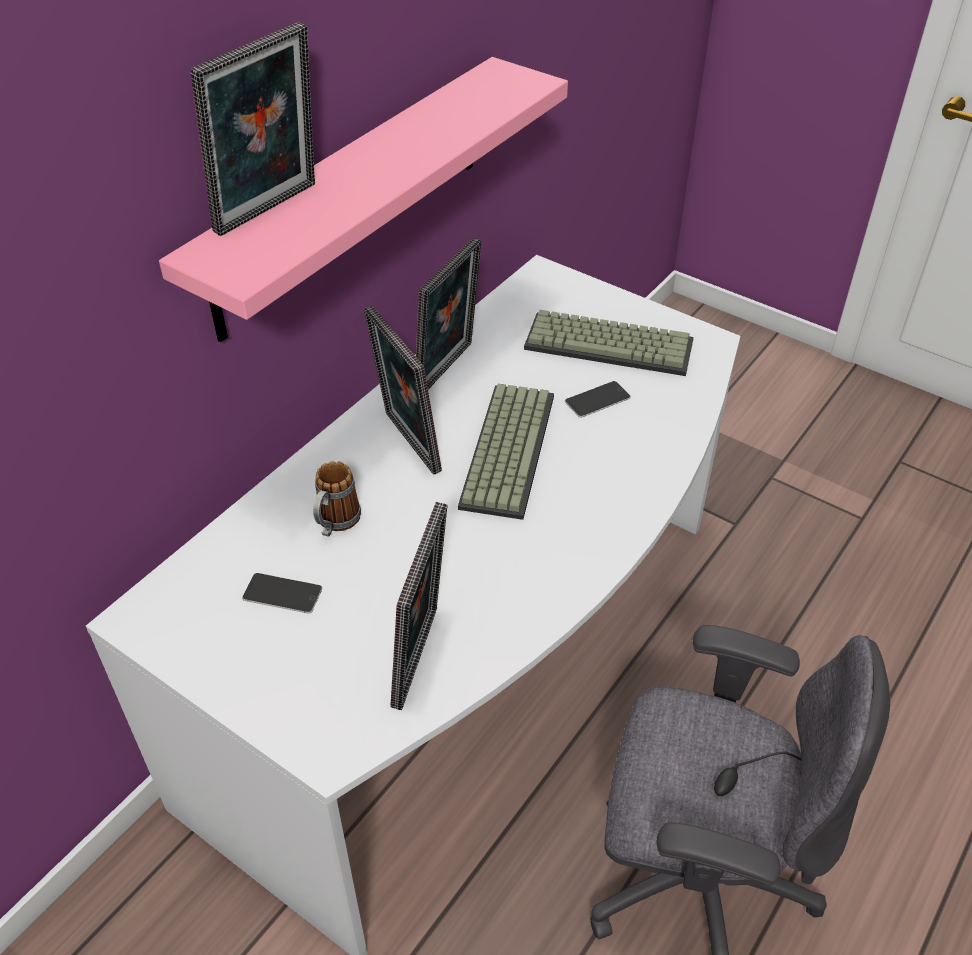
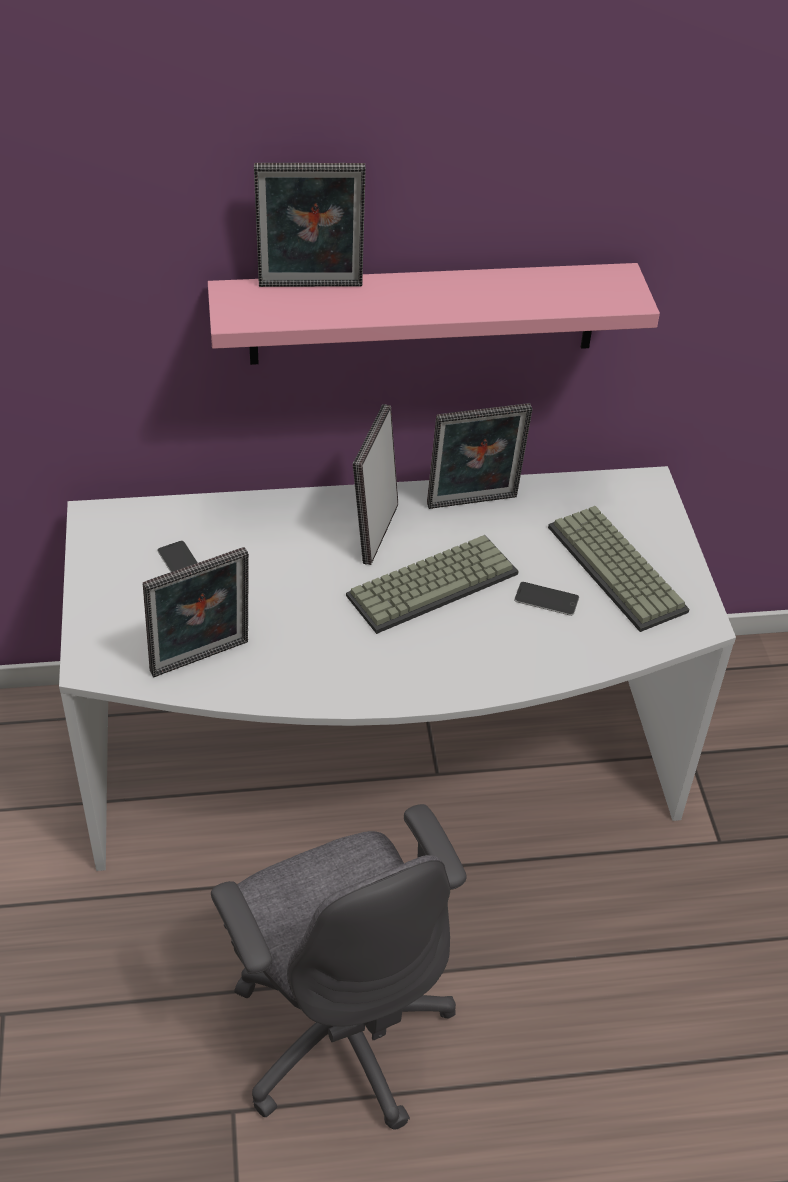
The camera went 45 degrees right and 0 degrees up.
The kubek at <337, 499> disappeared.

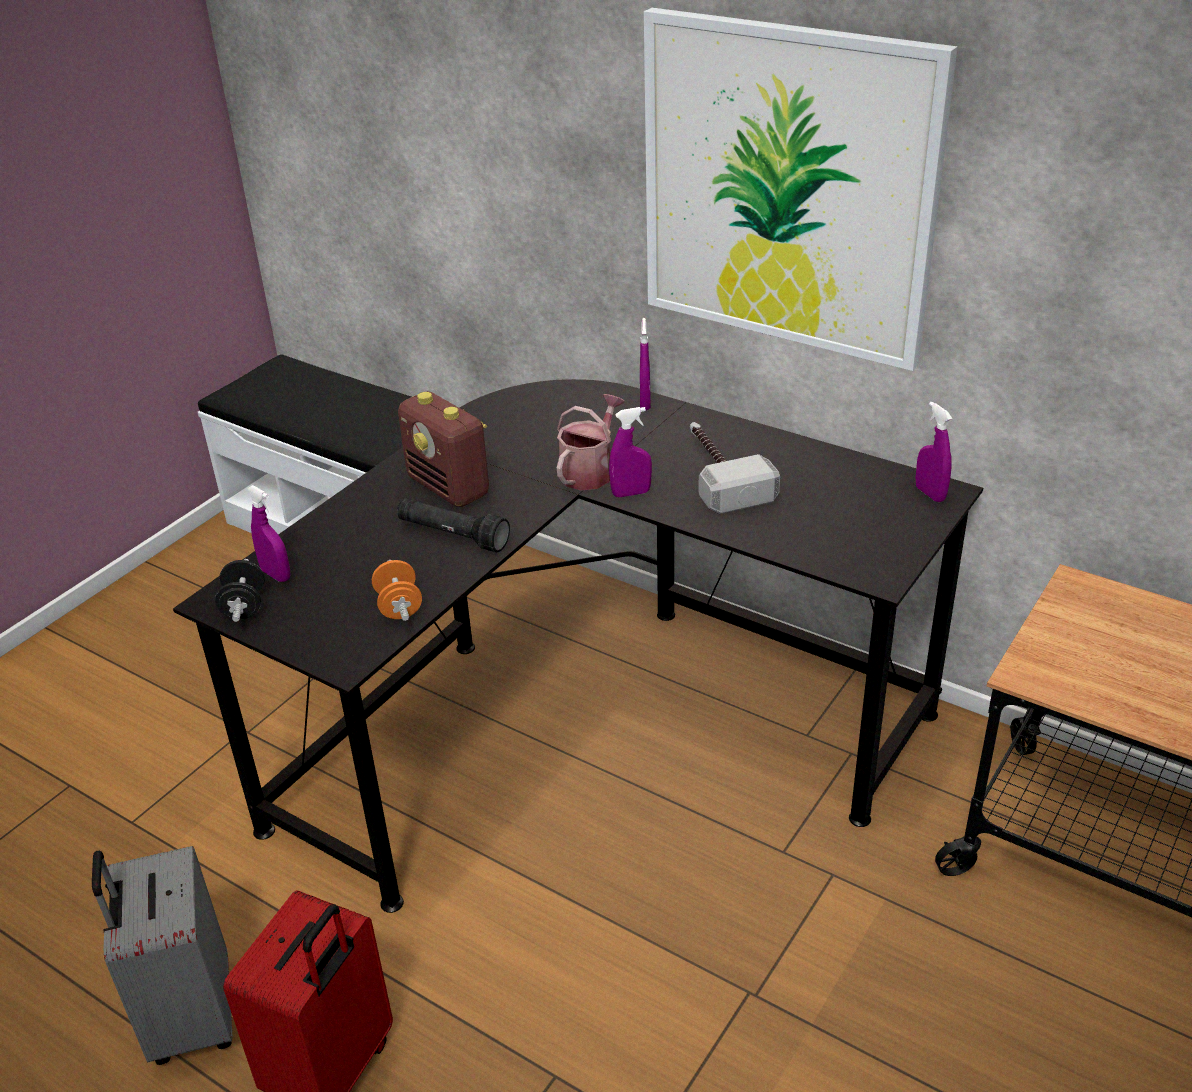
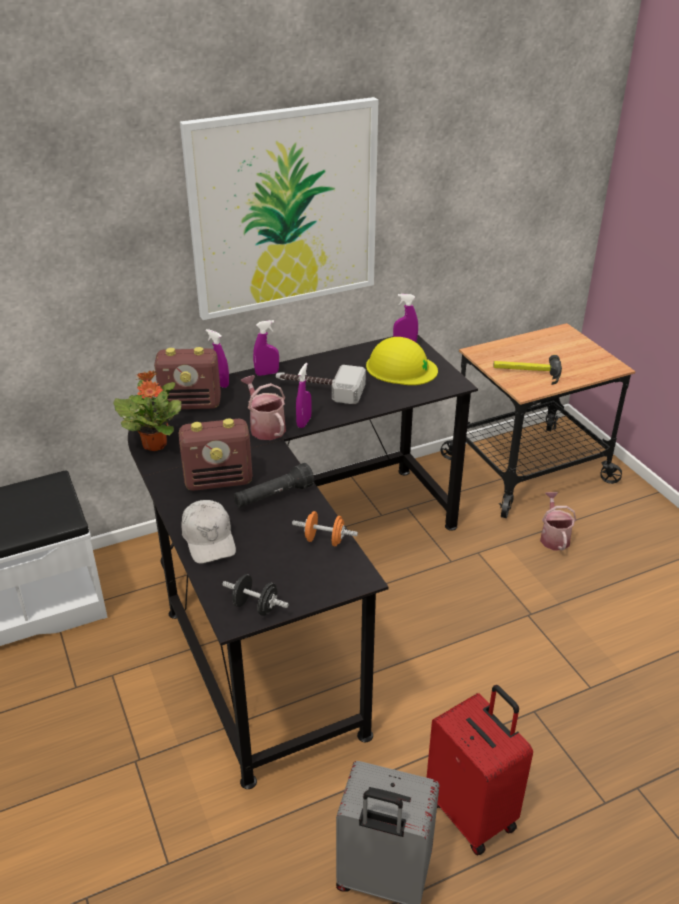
The camera went 60 degrees left and 0 degrees up.
The roślina doniczkowa at <148, 411> appeared.
The radio at <187, 378> appeared.
The czapka z daszkiem (biały) at <208, 532> appeared.
The kask (żółty) at <402, 361> appeared.
The młotek at <527, 370> appeared.
The konewka at <558, 521> appeared.
The spryskiwacz (fioletowy) moved from <268, 533> to <266, 348>.

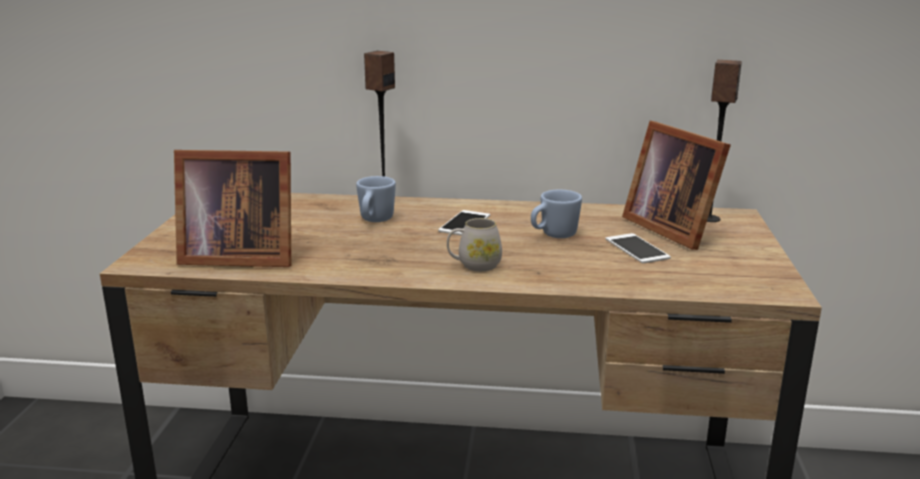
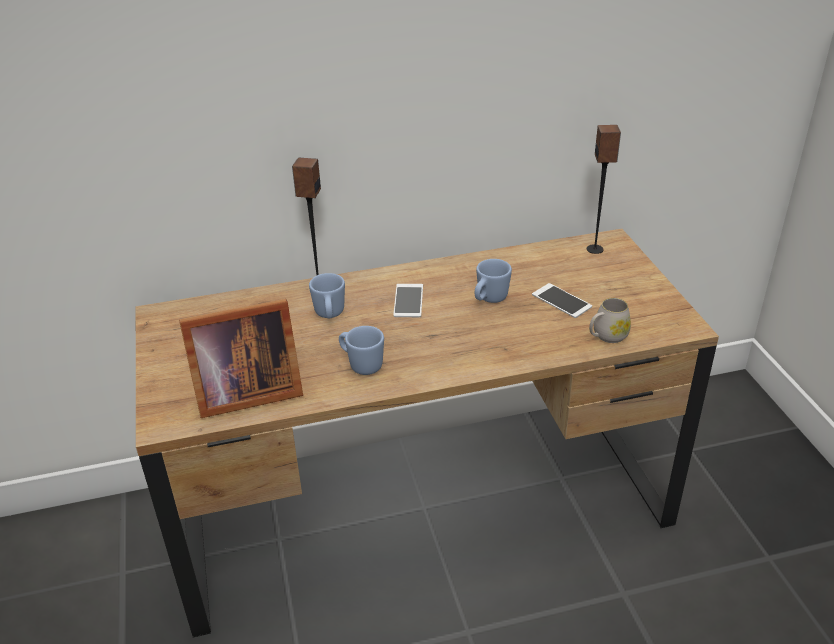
The camera went 20 degrees left and 15 degrees up.
The ramka na zdjęcie at <676, 185> disappeared.
The kubek (niebieski) at <361, 350> appeared.
The kubek (biały) moved from <474, 244> to <610, 320>.

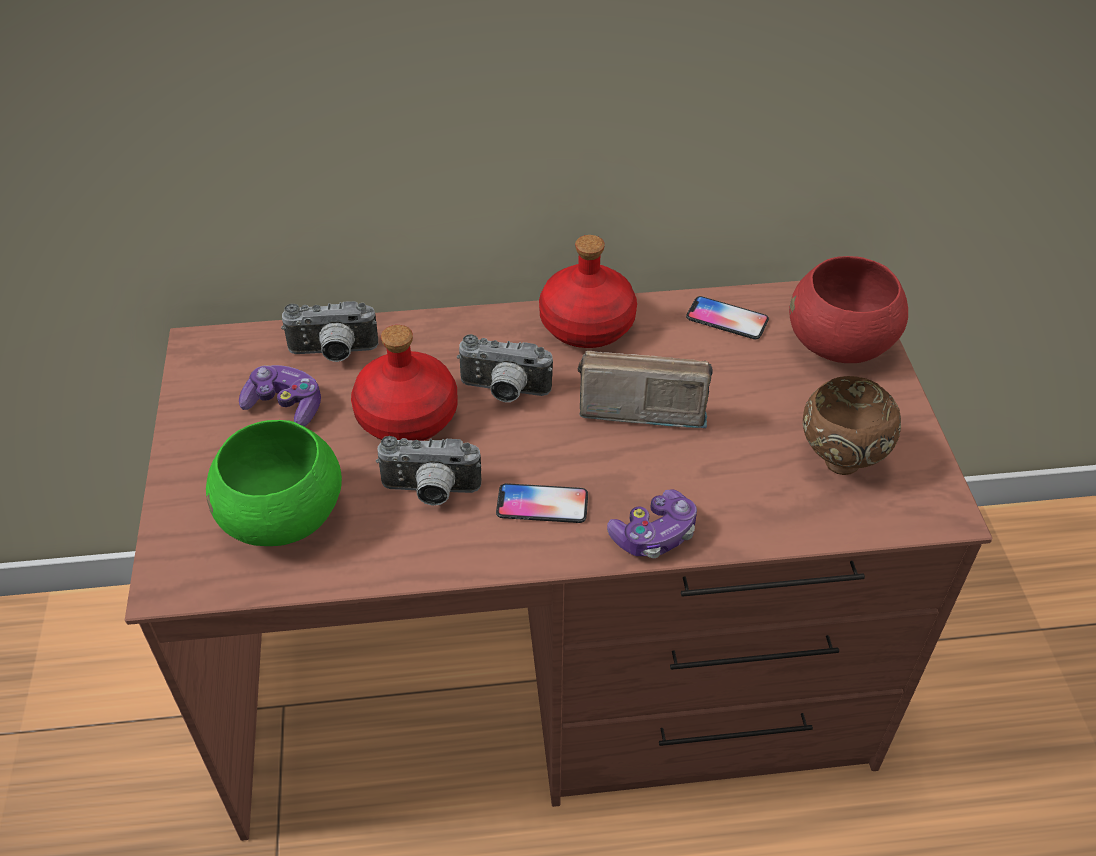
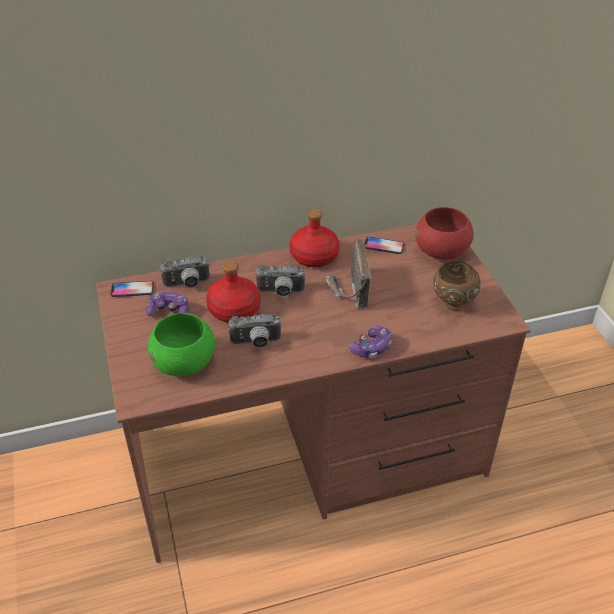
The camera went 10 degrees left and 5 degrees down.
The telefon moved from <542, 503> to <132, 289>.
The radio at <645, 389> turned 90 degrees counterclockwise.

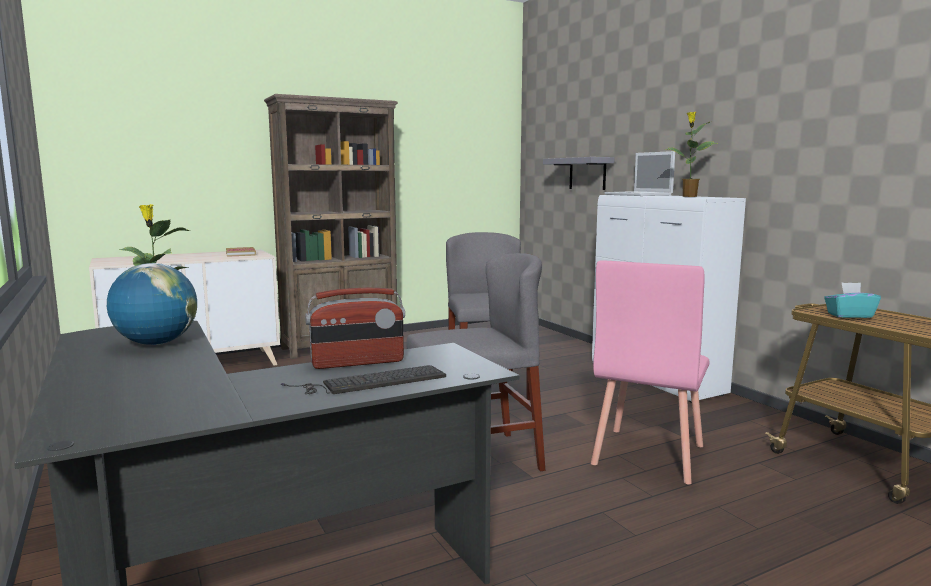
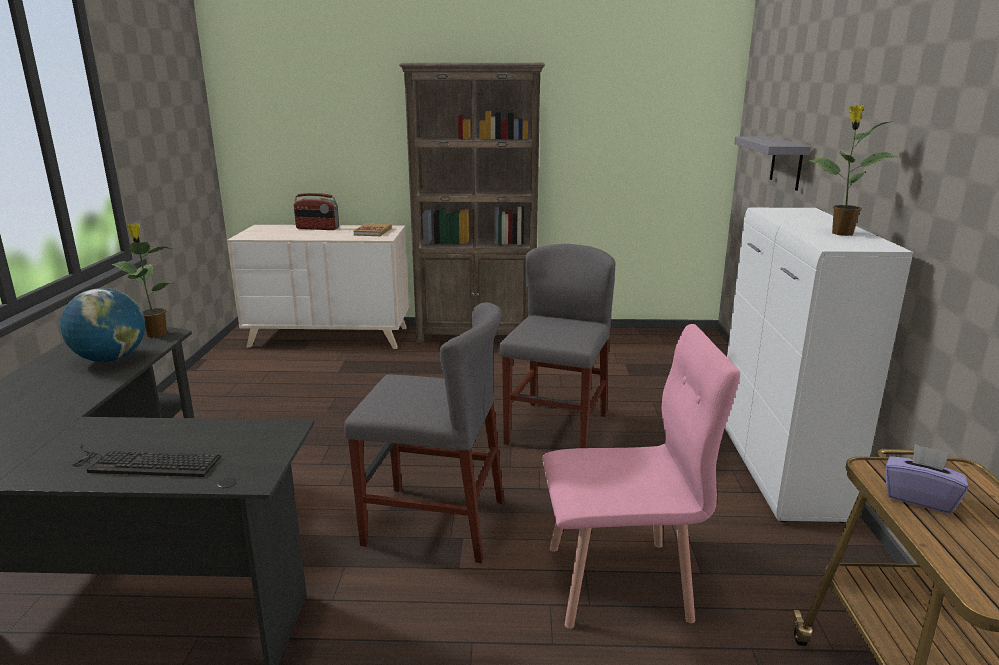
The camera went 30 degrees right and 10 degrees up.
The laptop at <639, 173> disappeared.
The radio moved from <355, 328> to <316, 211>.
The pudełko chusteczek (turkusowy) at <852, 300> became the pudełko chusteczek (fioletowy) at <926, 479>.
The krzesło (różowy) at <650, 372> turned 150 degrees counterclockwise.

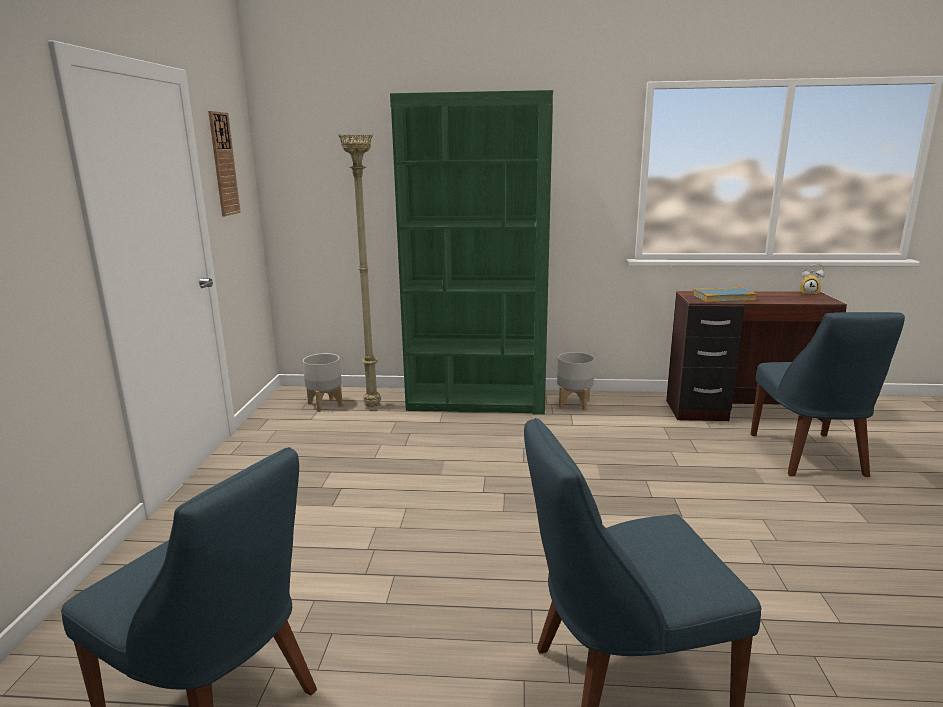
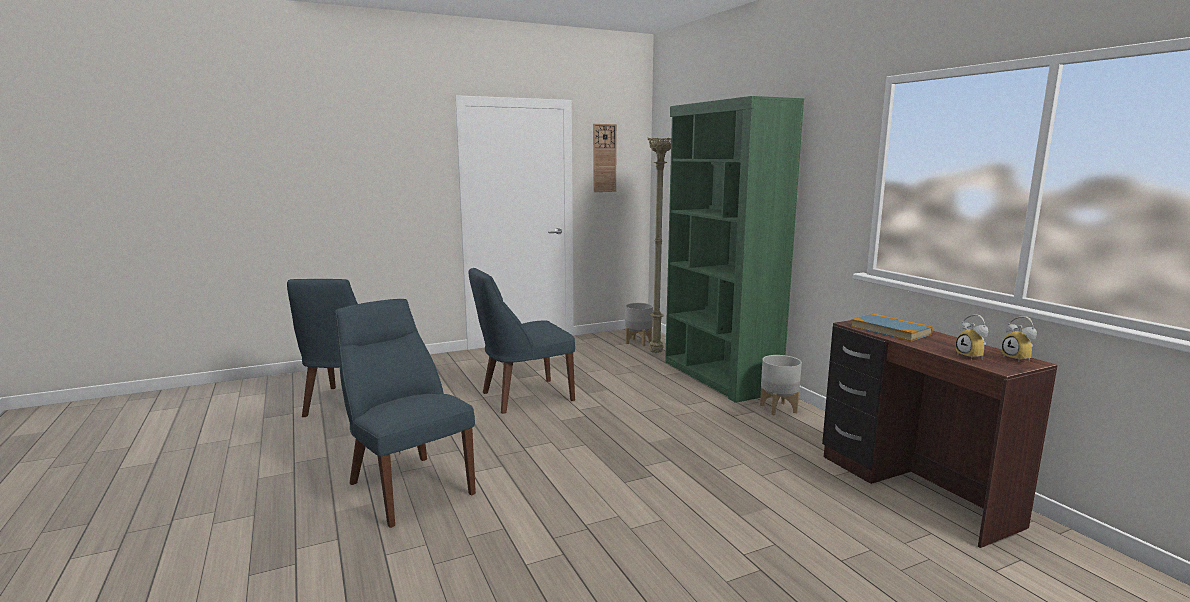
The camera went 60 degrees right and 5 degrees down.
The budzik at <972, 337> appeared.
The krzesło (niebieski) moved from <828, 394> to <522, 341>.

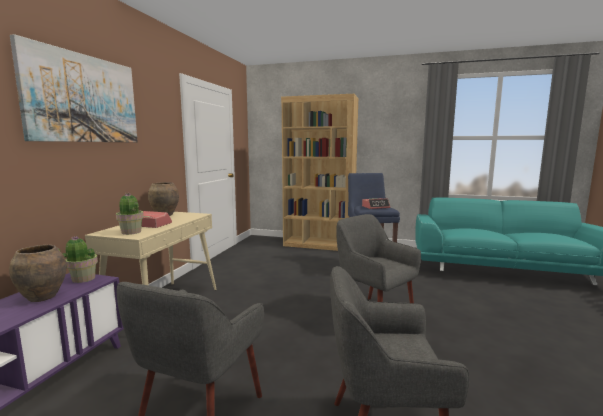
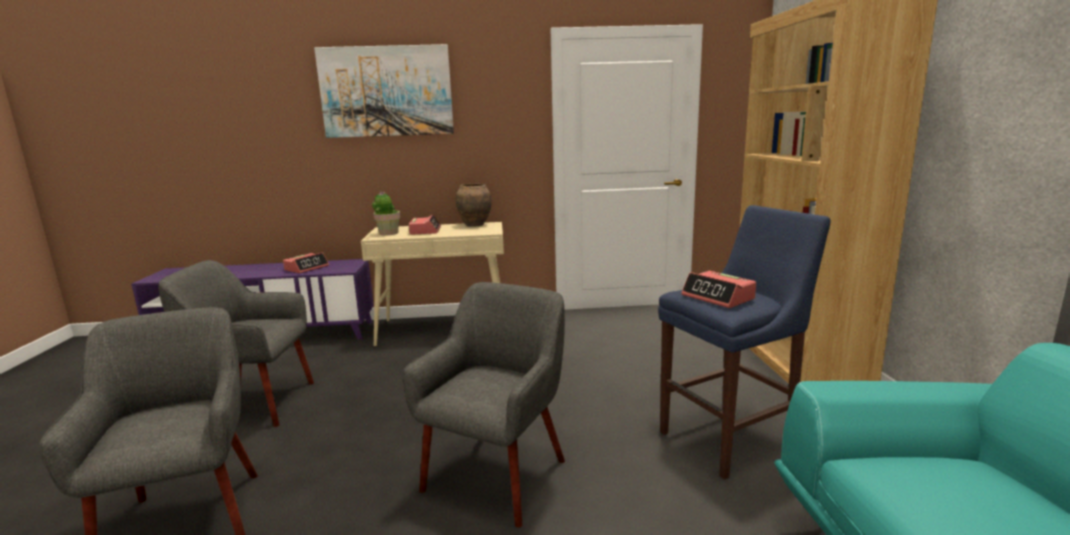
The camera went 70 degrees right and 5 degrees up.
The roślina doniczkowa at <77, 259> disappeared.
The wazon (brązowy) at <37, 273> was replaced by the budzik at <306, 263>.

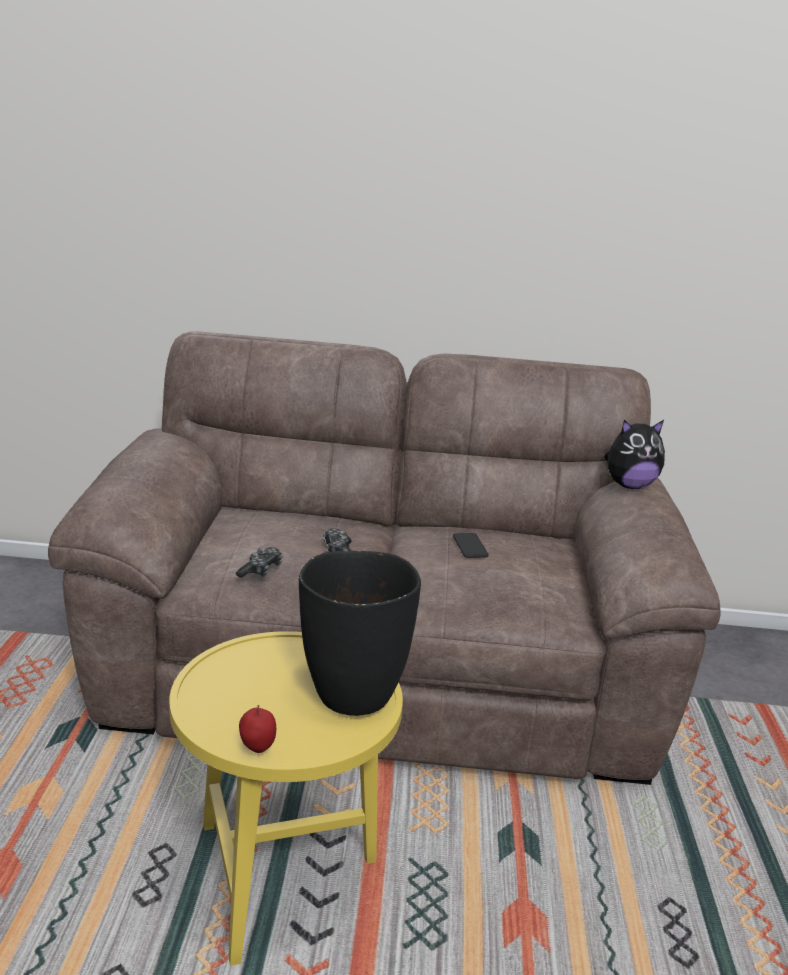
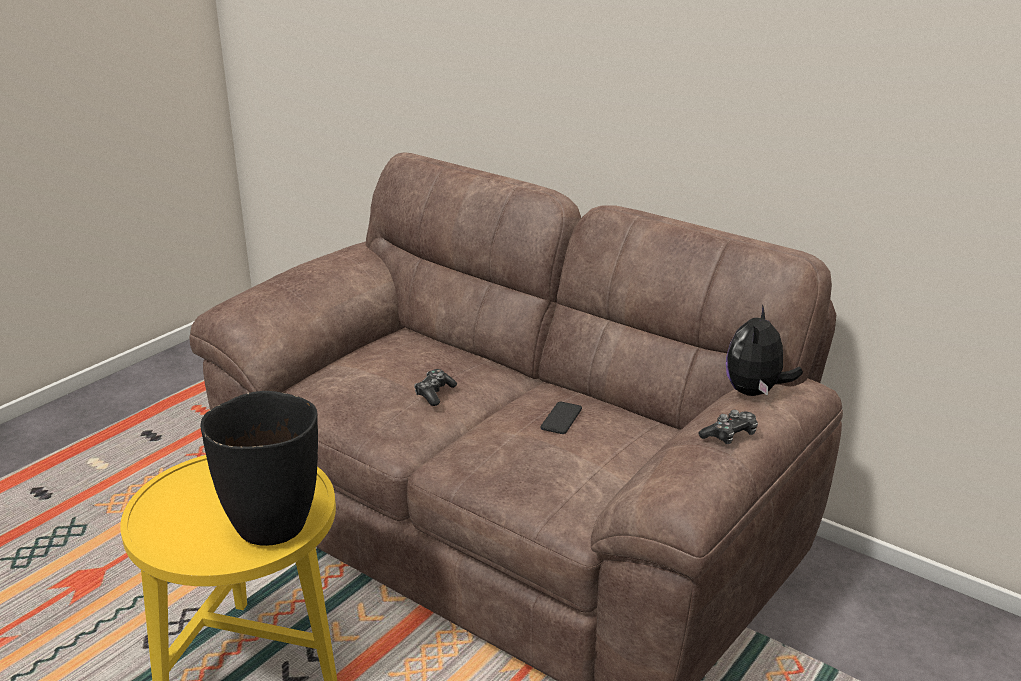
The camera went 35 degrees right and 5 degrees up.
The jabłko at <257, 729> disappeared.
The pad do gier moved from <259, 562> to <728, 427>.
The pluszak at <634, 454> turned 90 degrees clockwise.

